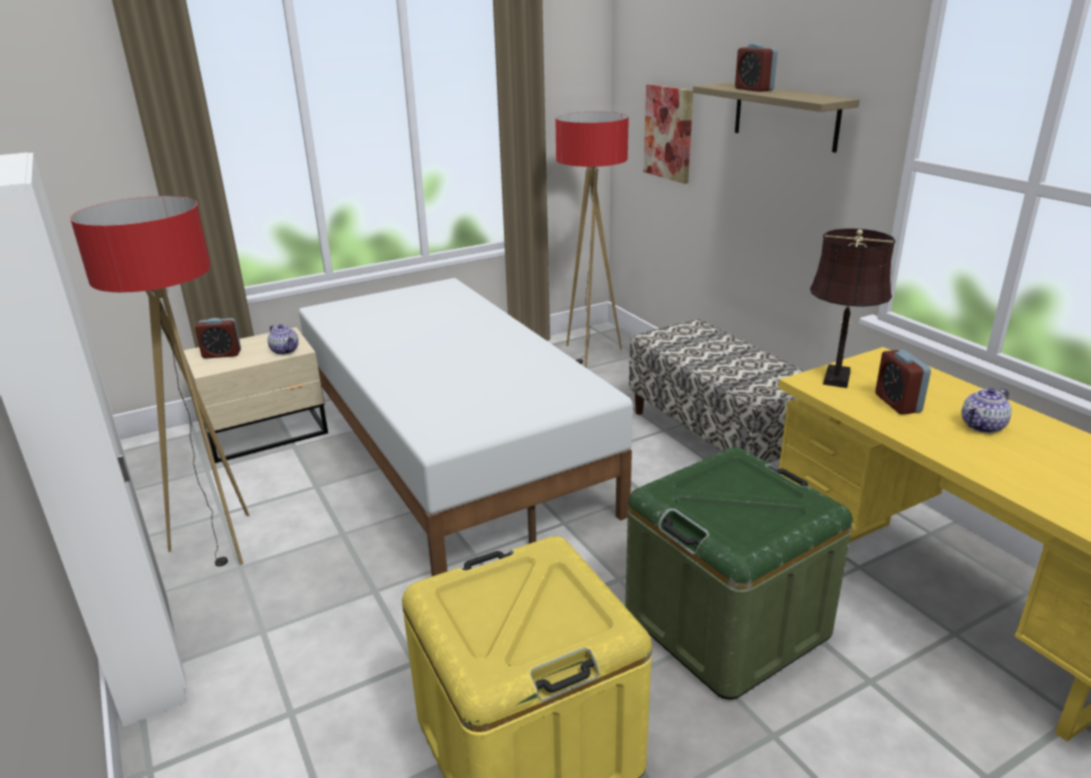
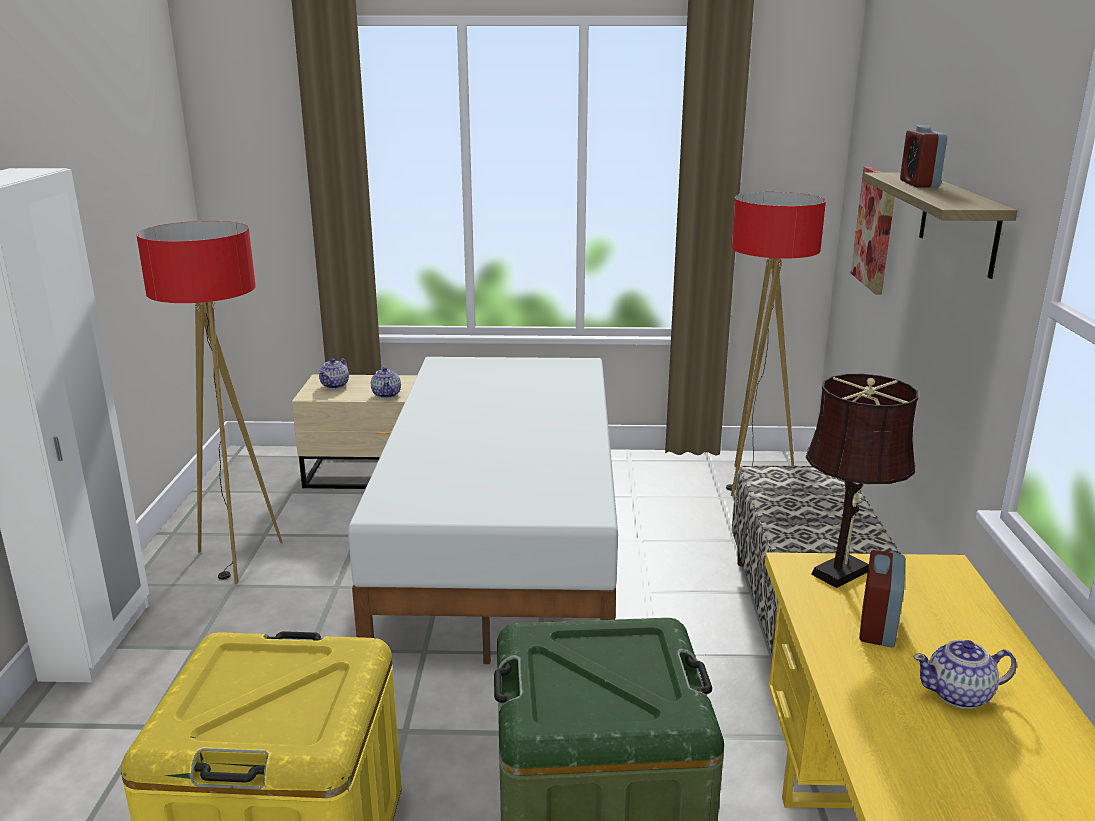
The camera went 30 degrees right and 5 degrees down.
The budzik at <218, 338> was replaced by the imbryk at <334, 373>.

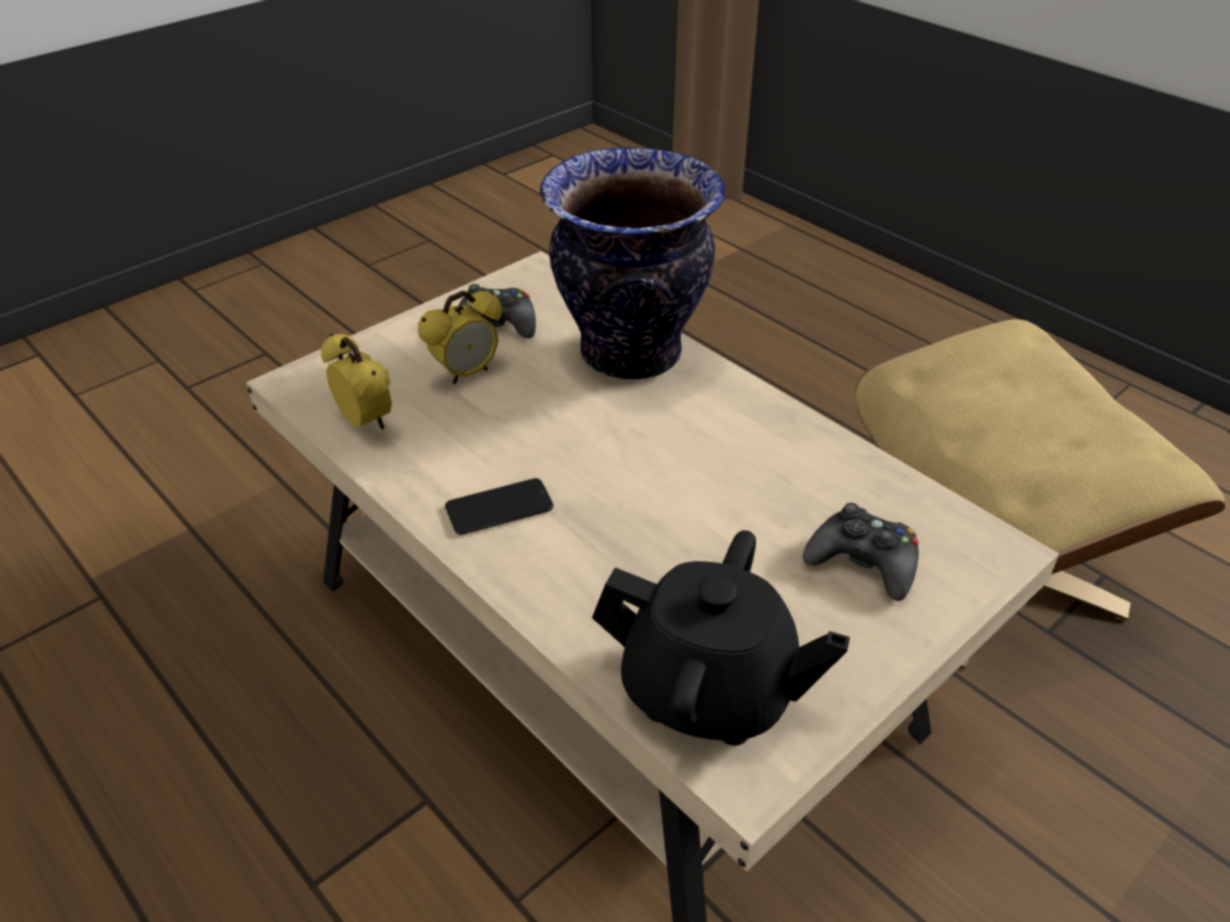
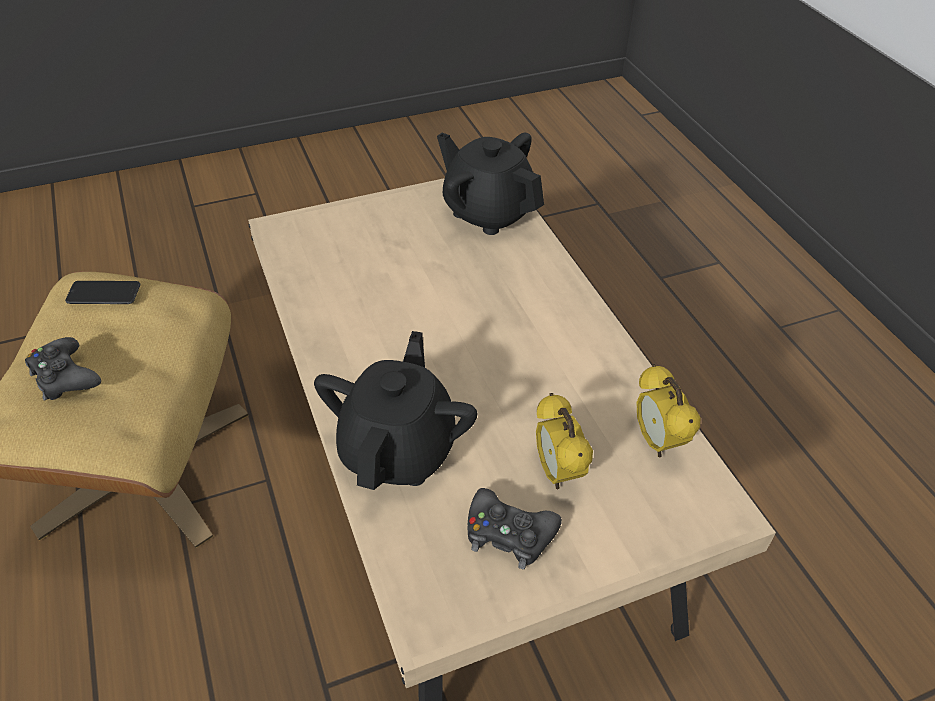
The camera went 160 degrees left and 5 degrees up.
The telefon moved from <499, 506> to <102, 292>.
The pad do gier (czarny) moved from <861, 552> to <63, 369>.
The wazon at <633, 263> was replaced by the imbryk (czarny) at <395, 410>.
The budzik at <460, 337> turned 90 degrees counterclockwise.

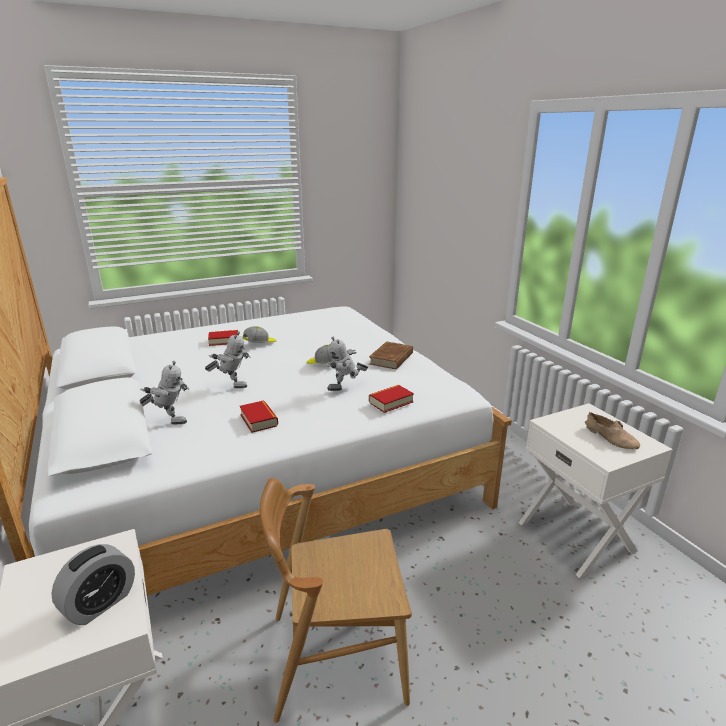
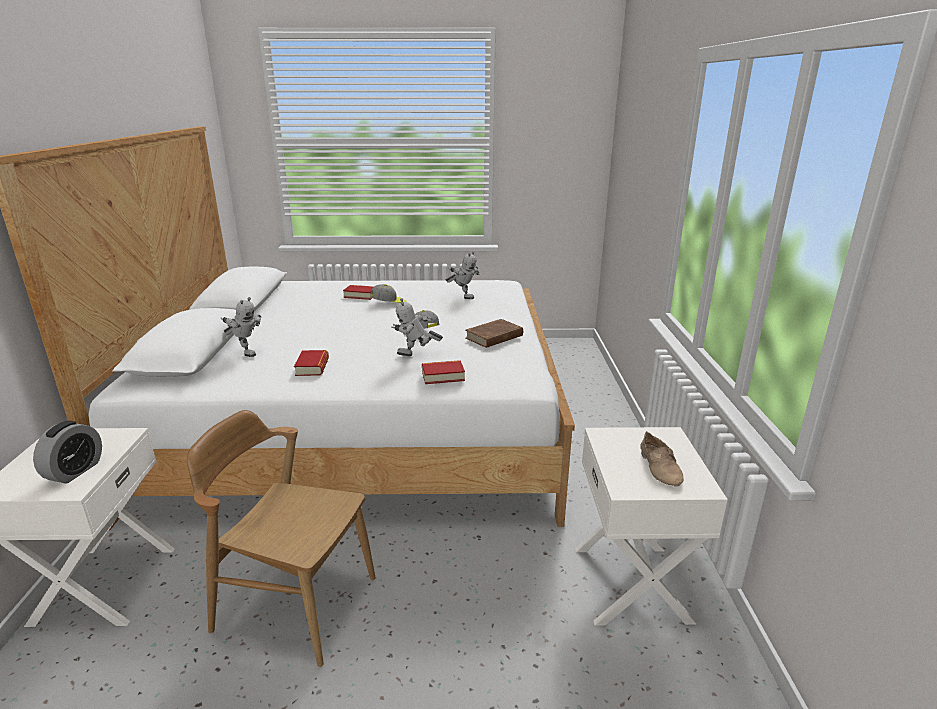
The camera went 25 degrees right and 0 degrees up.
The robot zabawkowy moved from <227, 359> to <462, 275>.
The budzik at <93, 584> turned 45 degrees counterclockwise.

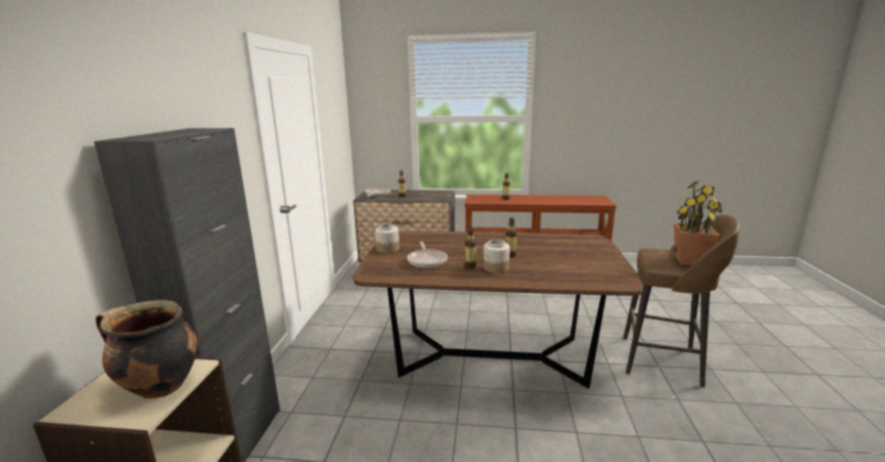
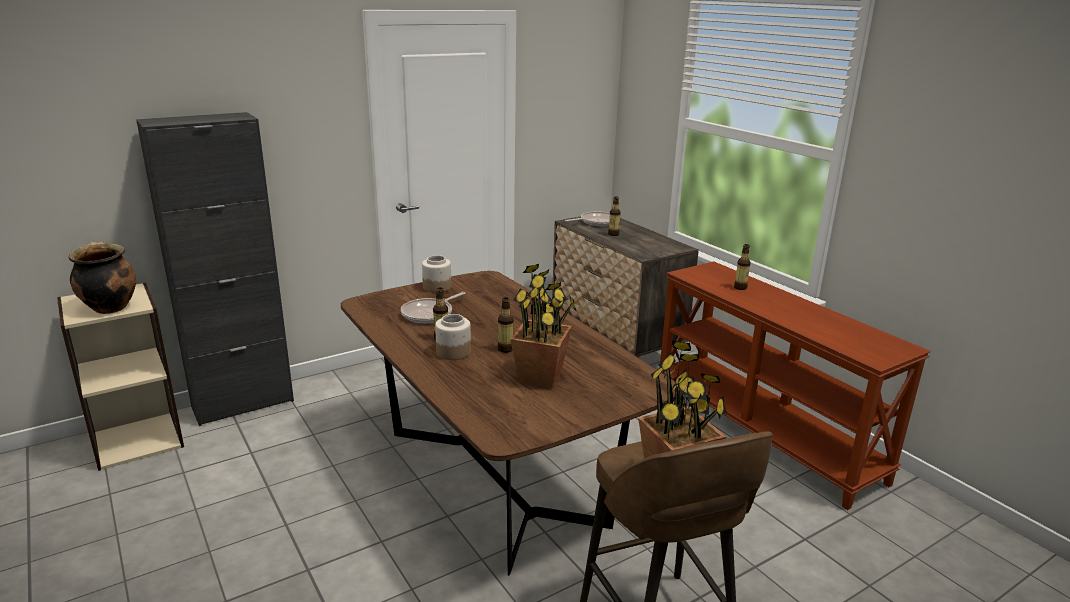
The camera went 50 degrees right and 5 degrees up.
The roślina doniczkowa at <543, 326> appeared.

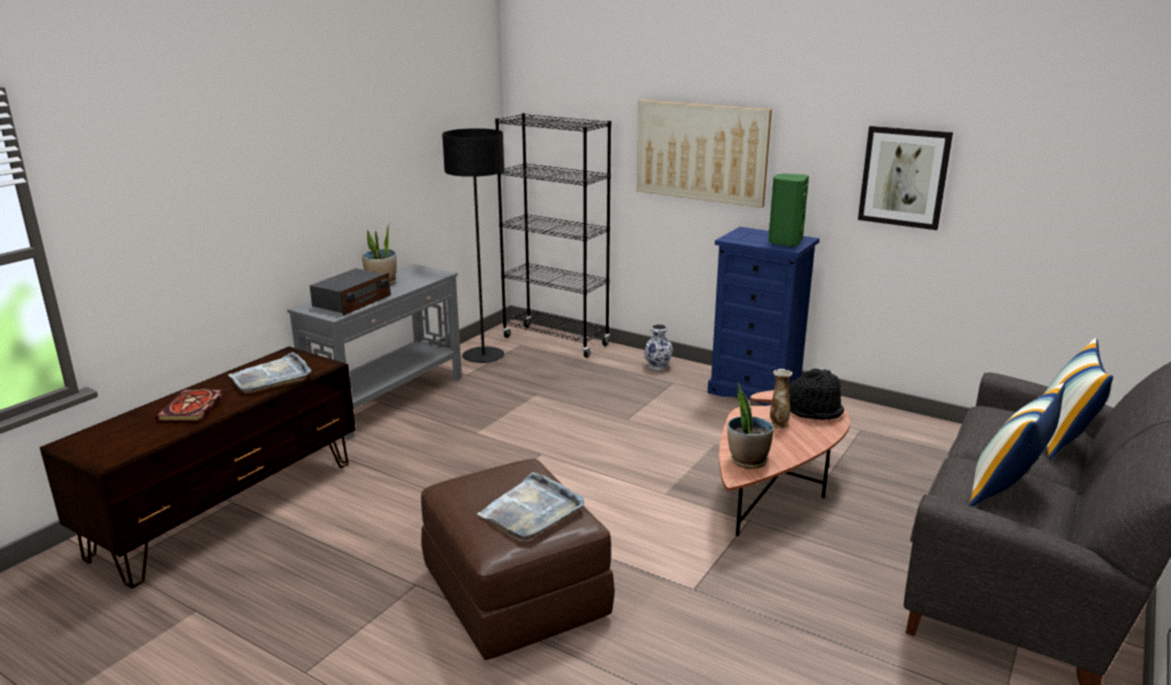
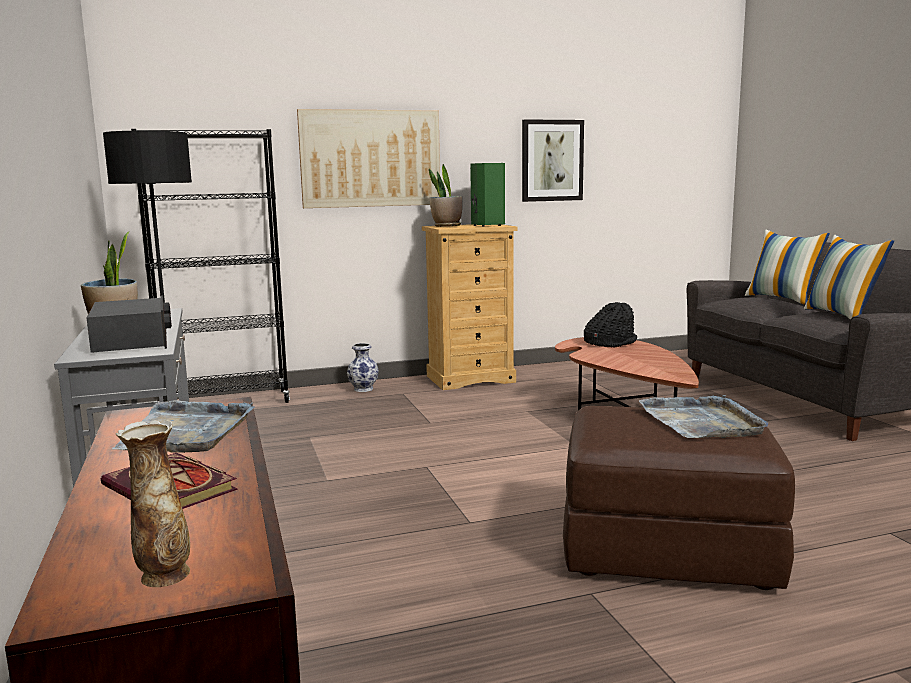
The camera went 50 degrees left and 10 degrees down.
The roślina doniczkowa moved from <750, 426> to <445, 195>.
The wazon moved from <781, 399> to <153, 503>.
The komoda (niebieski) at <764, 316> became the komoda (beżowy) at <469, 307>.

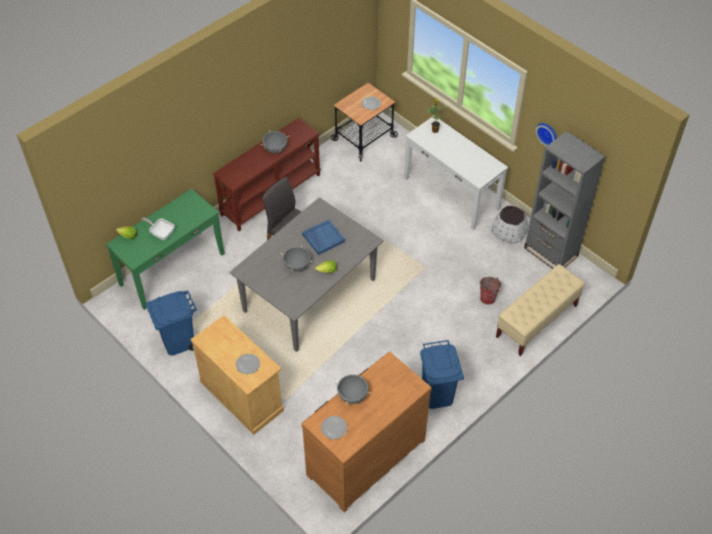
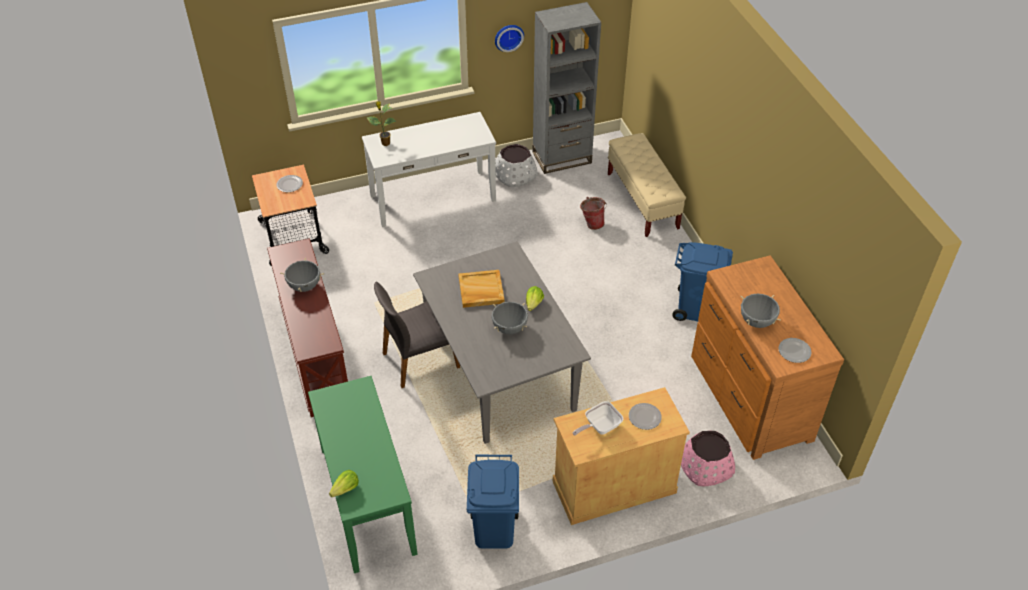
The camera went 65 degrees left and 5 degrees down.
The donica (różowy) at <708, 458> appeared.
The patelnia moved from <158, 228> to <598, 418>.
The taca (niebieski) at <323, 237> became the taca (beżowy) at <481, 289>.

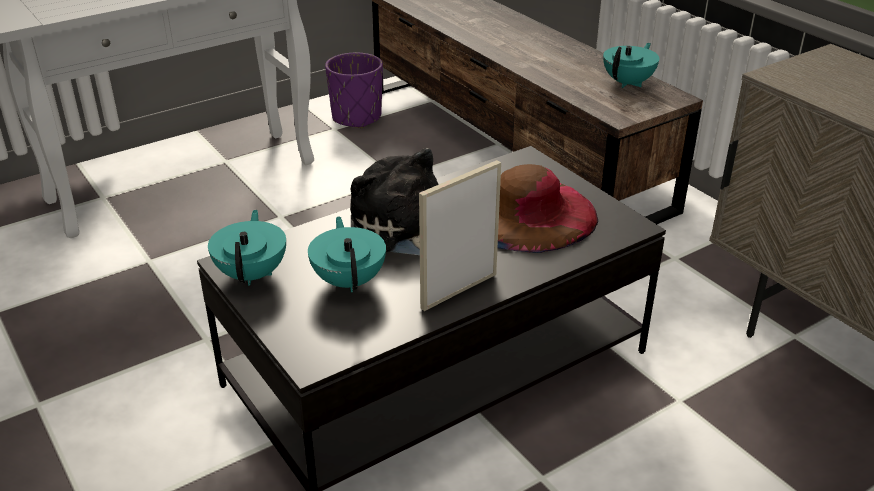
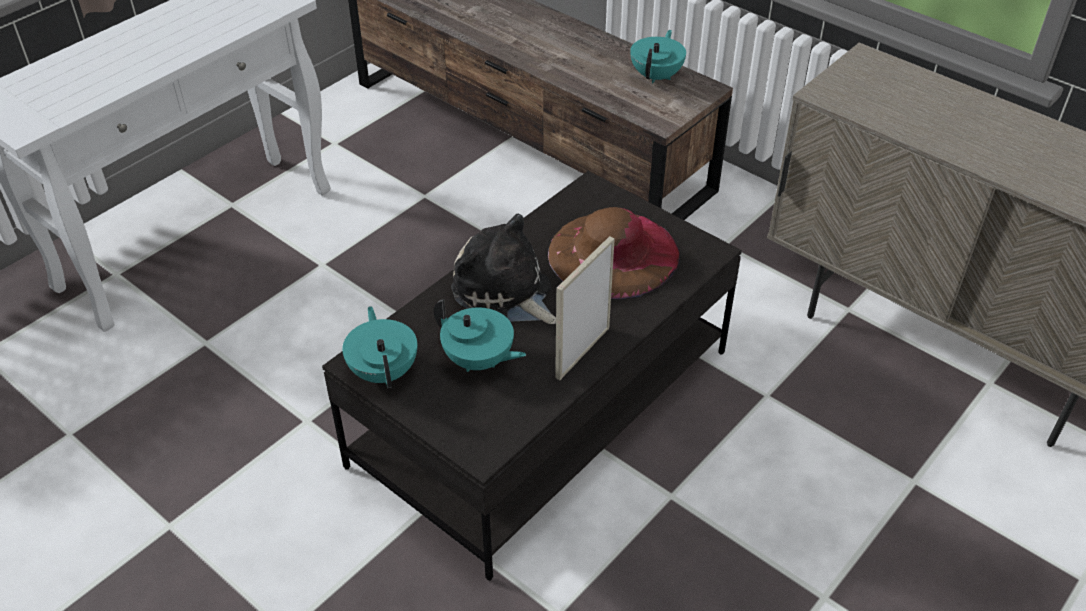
The camera went 15 degrees left and 10 degrees up.
The donica (fioletowy) at <354, 90> disappeared.
The imbryk (turkusowy) at <347, 254> turned 150 degrees clockwise.

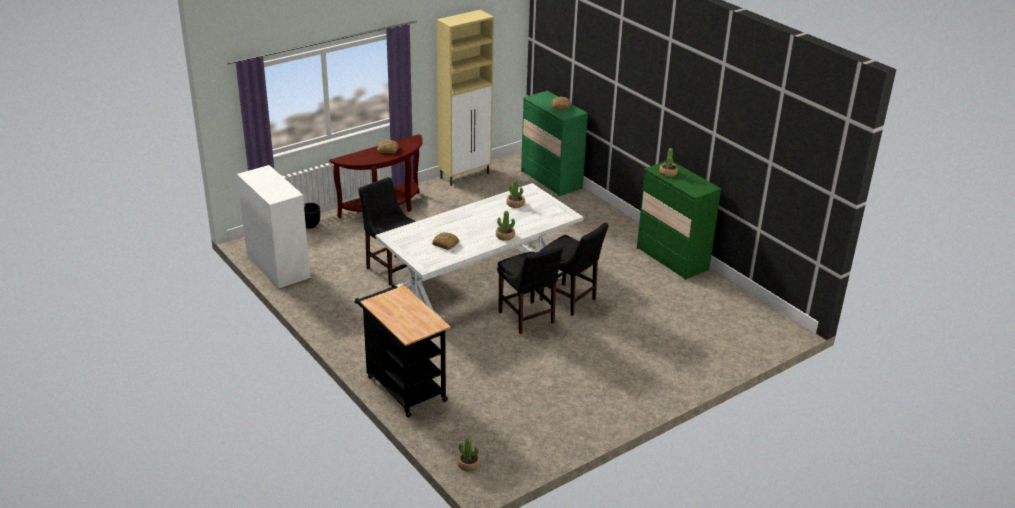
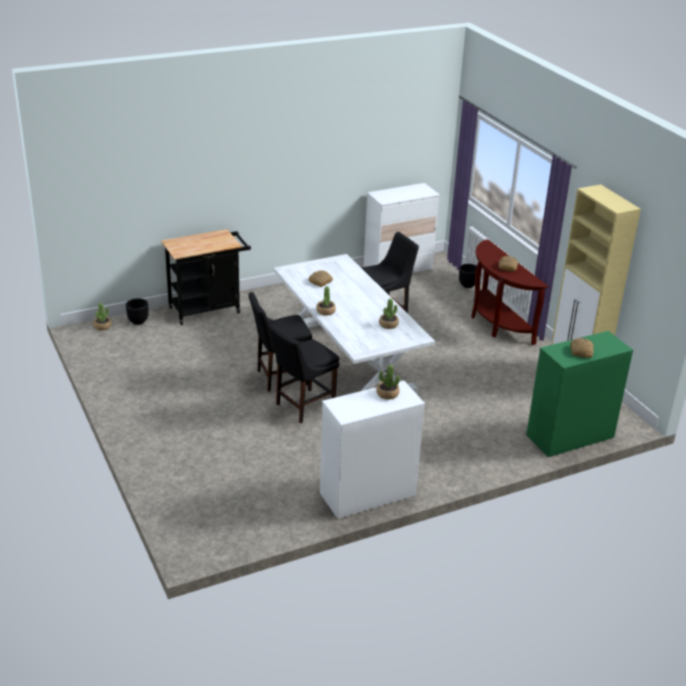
The camera went 100 degrees right and 0 degrees up.
The donica (czarny) at <137, 311> appeared.
The komoda (zielony) at <679, 220> became the komoda (biały) at <372, 450>.

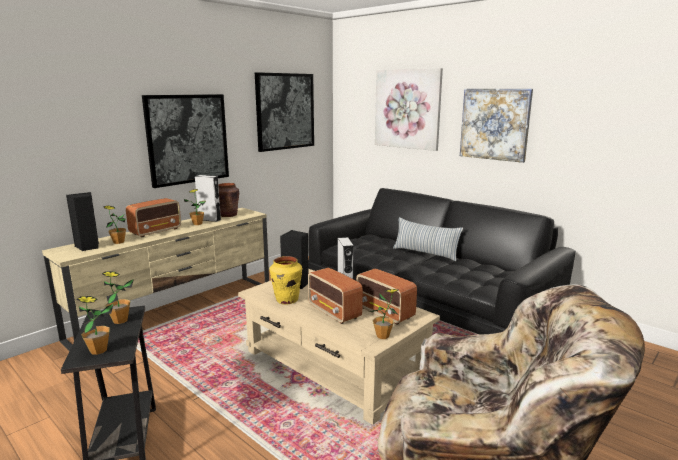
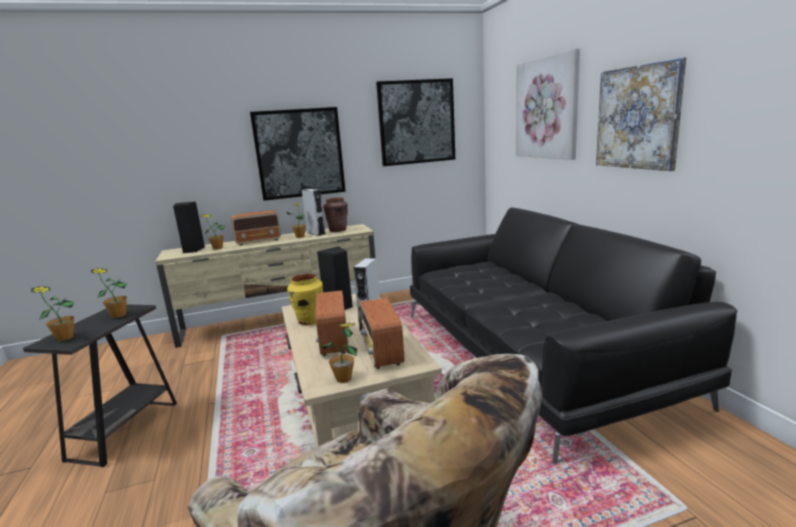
The camera went 30 degrees right and 0 degrees up.
The poduszka at <428, 239> disappeared.

